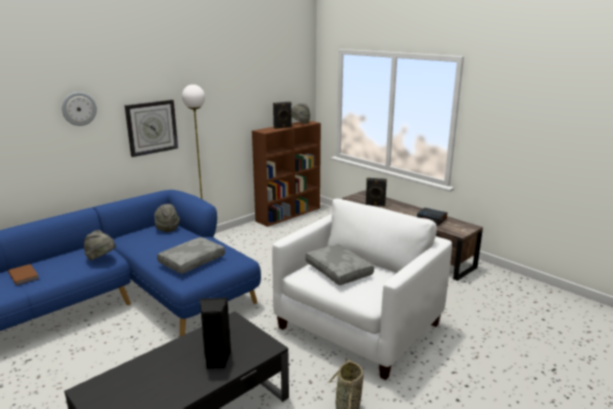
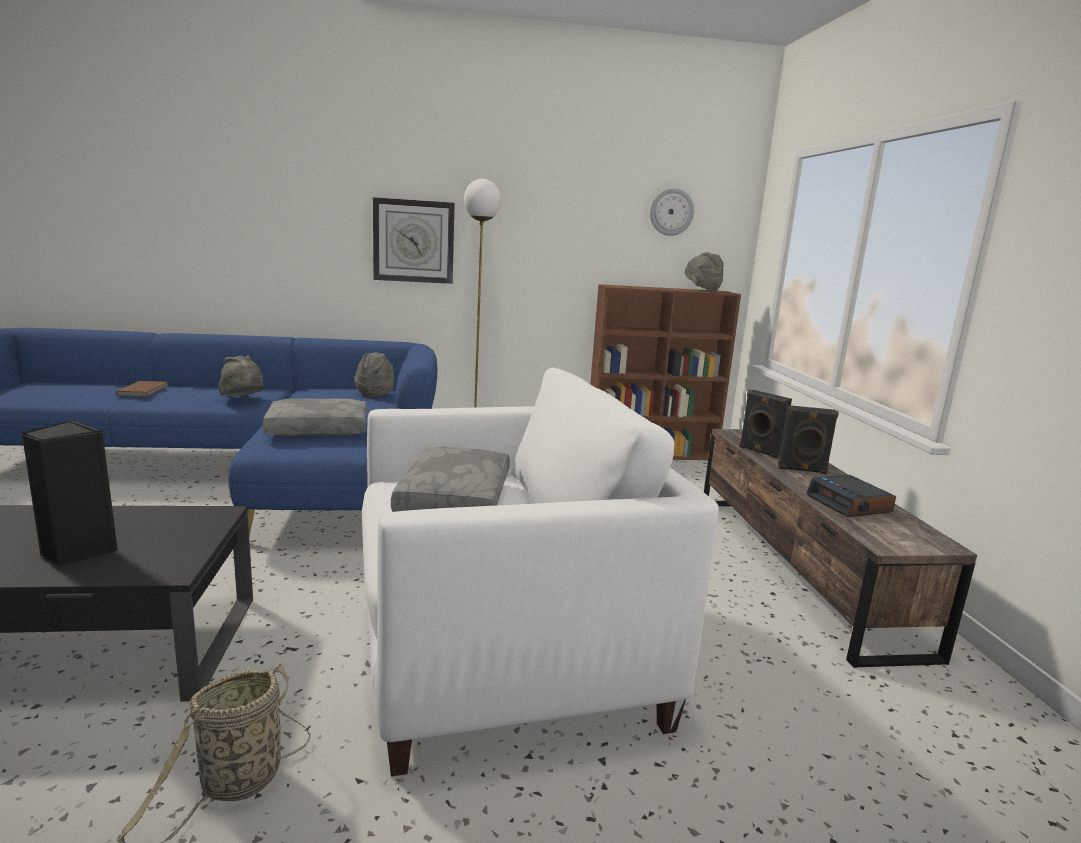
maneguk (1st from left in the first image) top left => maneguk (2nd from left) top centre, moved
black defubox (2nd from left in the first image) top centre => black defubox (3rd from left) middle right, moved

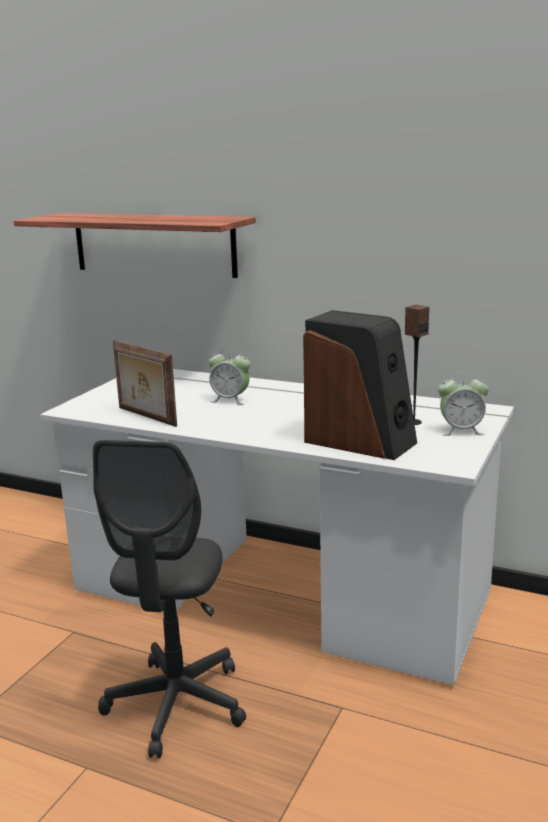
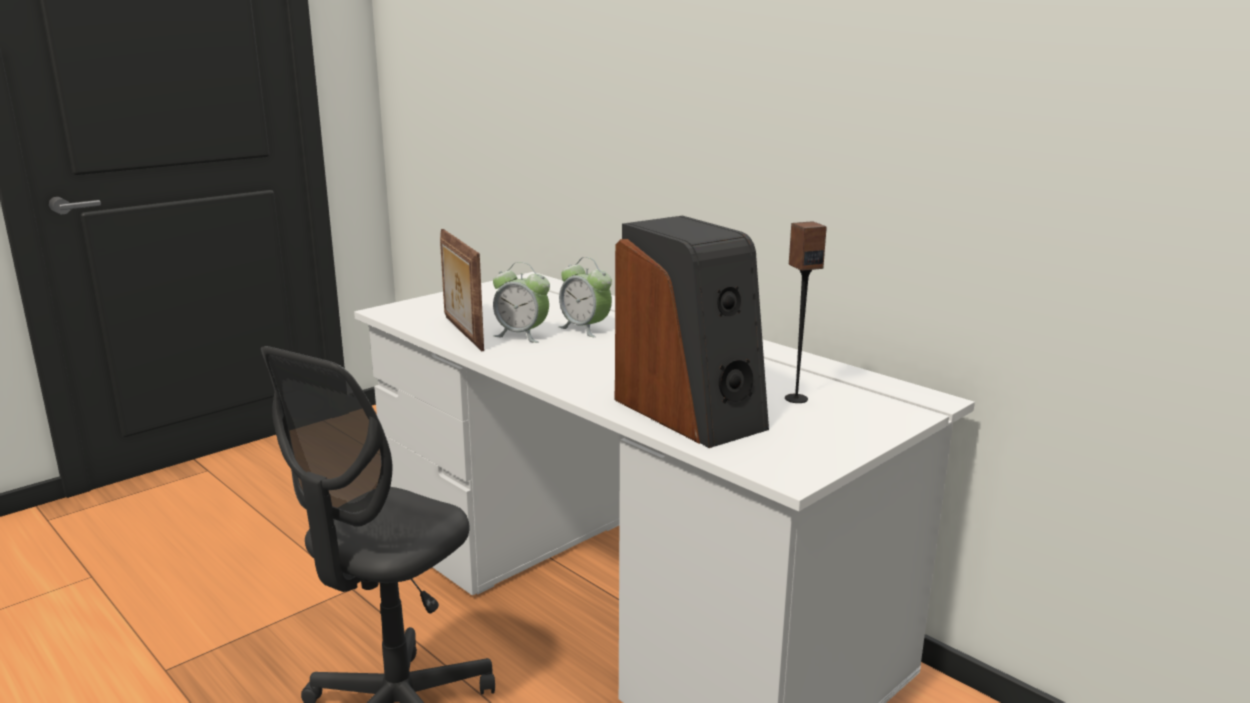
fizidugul (2nd from left in the first image) middle right => fizidugul (1st from left) centre, moved
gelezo top left => nothing

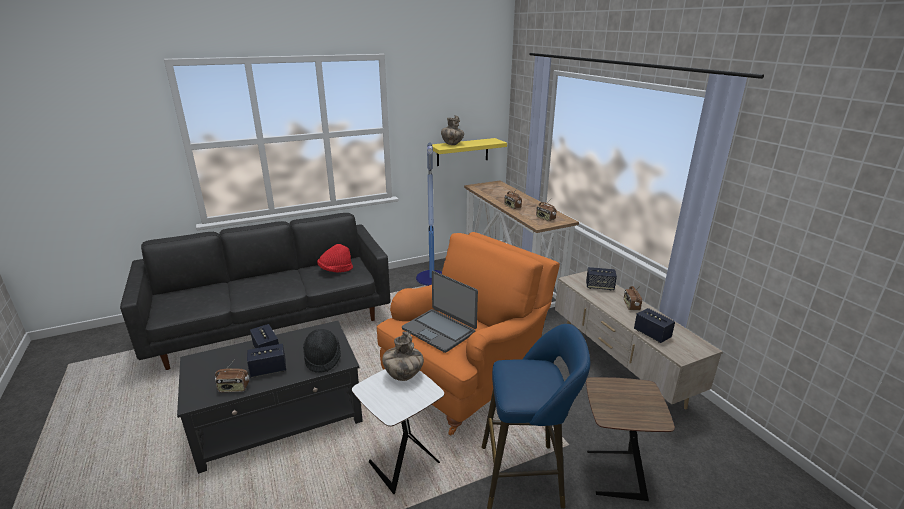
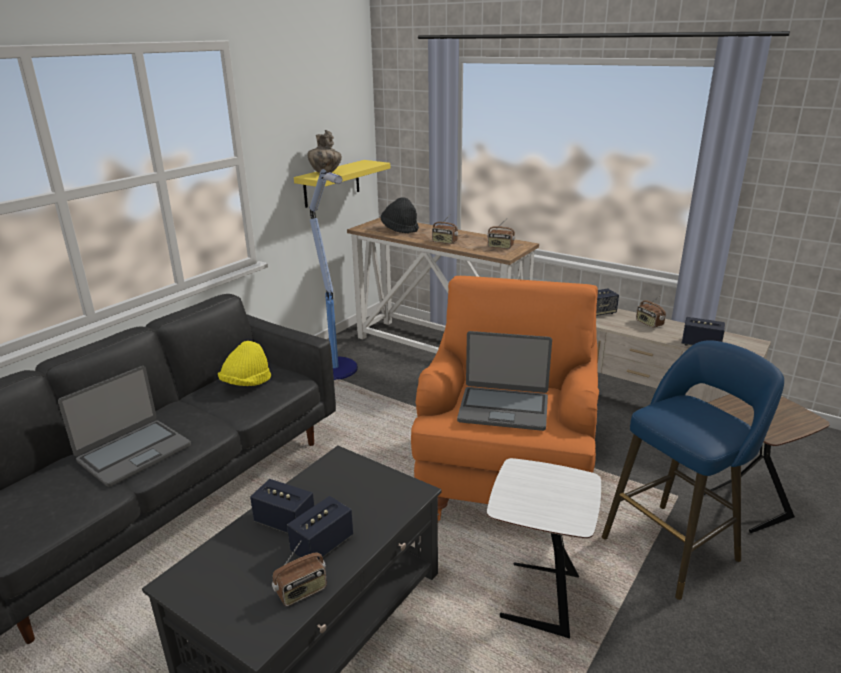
nothing => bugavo (1st from left) middle left
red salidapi centre => yellow salidapi middle left
black salidapi bottom centre => black salidapi top centre, moved
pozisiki (1st from left) bottom centre => nothing

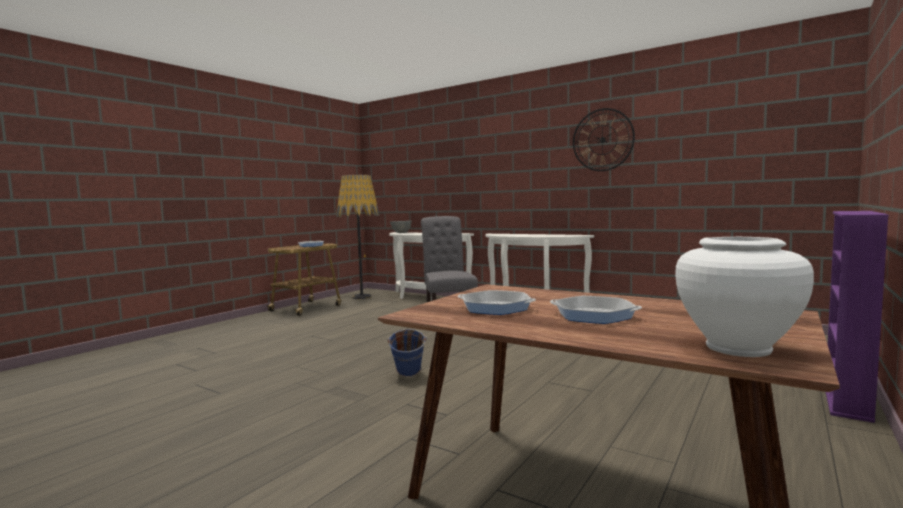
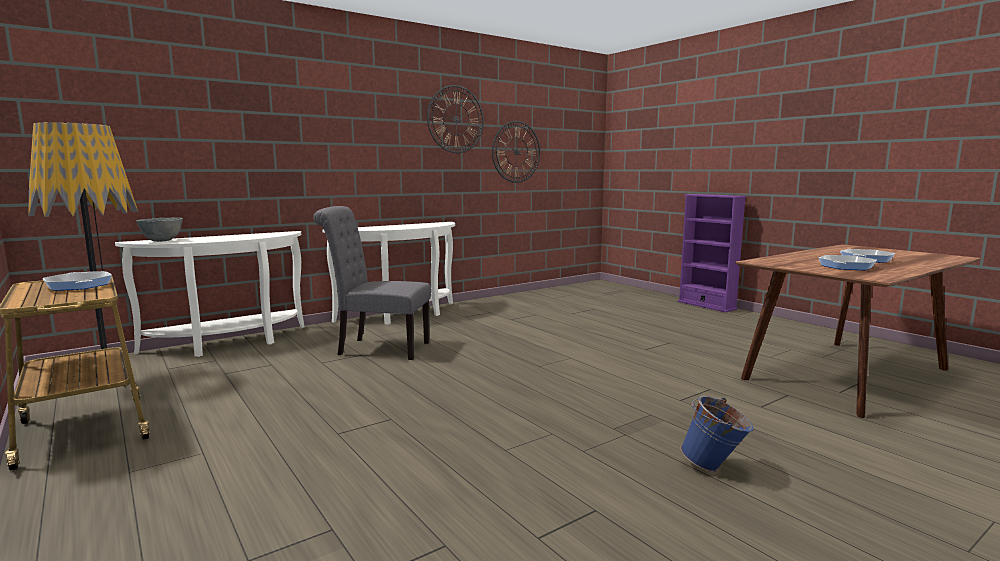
nothing => maneguk (2nd from left) top centre
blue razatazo bottom centre => blue razatazo bottom right, moved
white pozisiki middle right => nothing

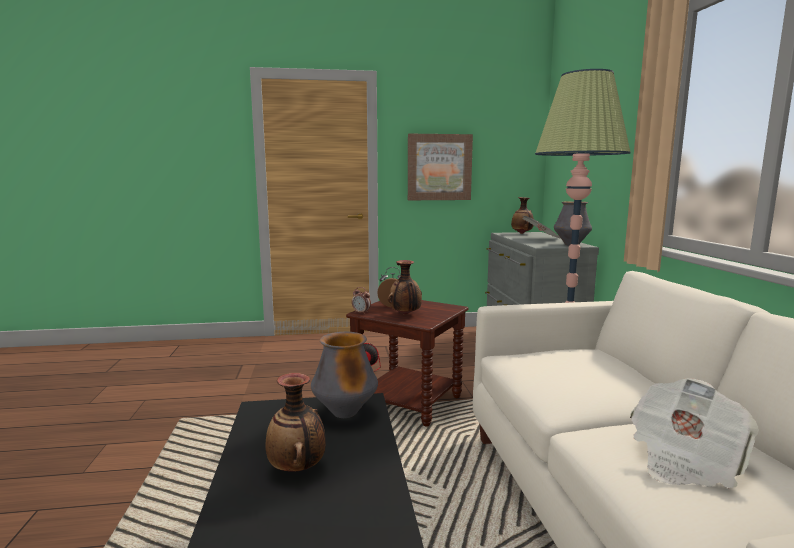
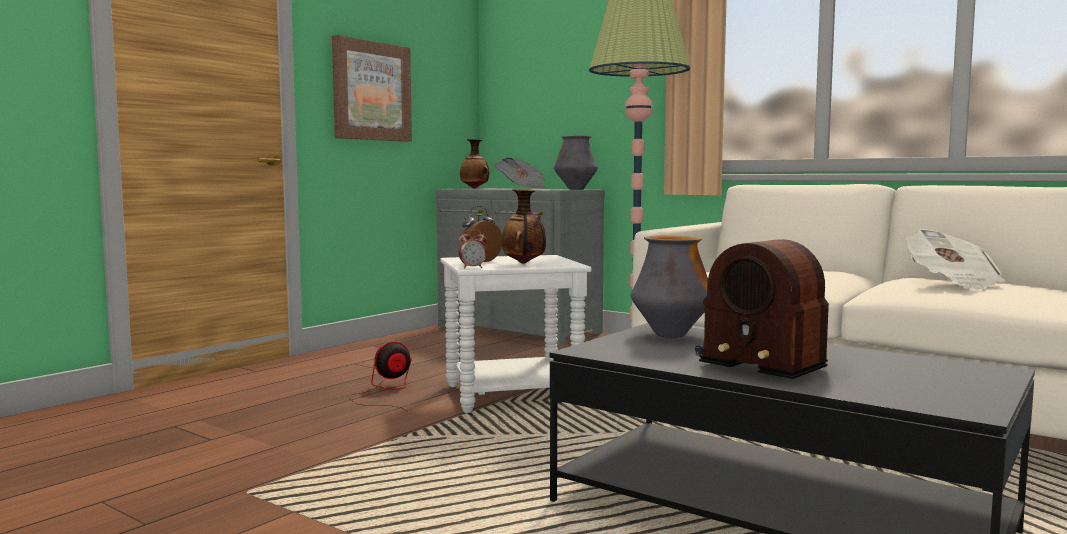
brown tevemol centre => white tevemol centre
pozisiki (1st from left) bottom centre => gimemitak middle right

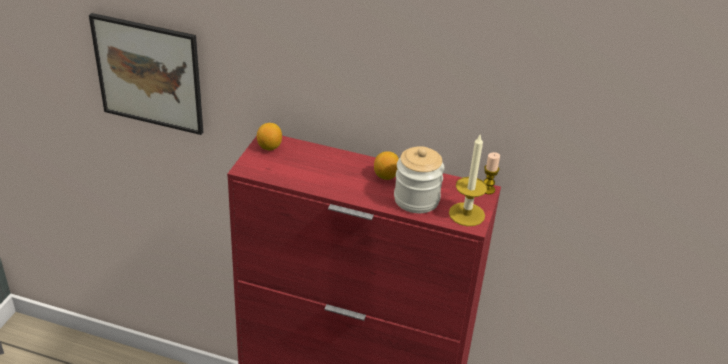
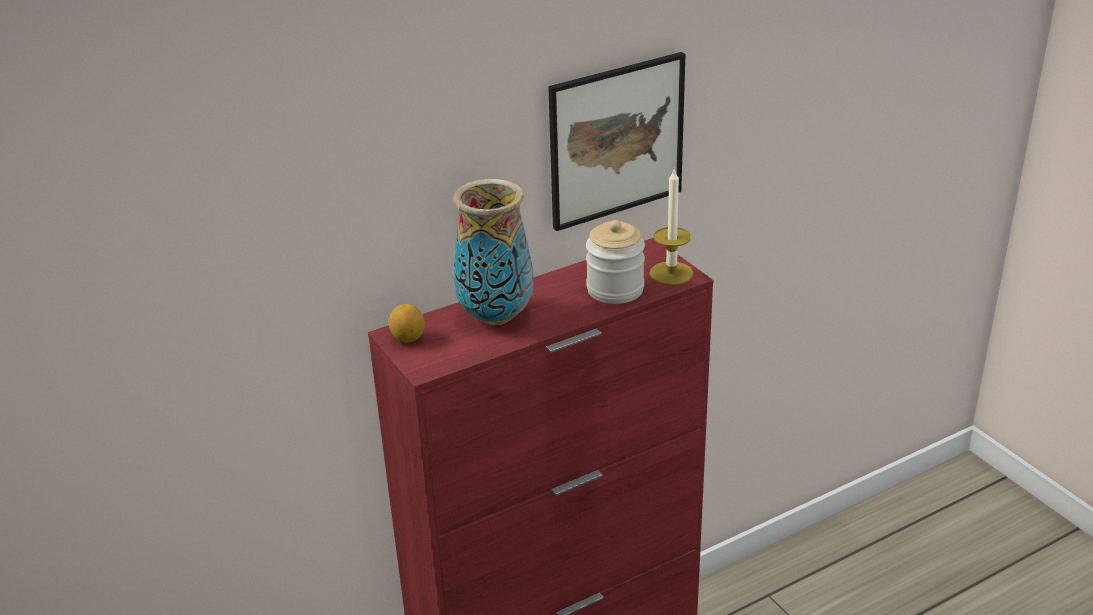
nothing => pozisiki centre
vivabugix top left => vivabugix top centre, moved
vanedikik (2nd from left) centre => nothing
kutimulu (2nd from left) middle right => nothing

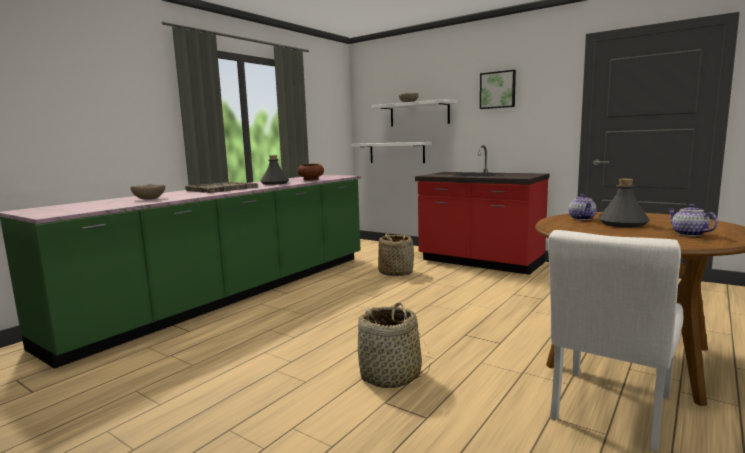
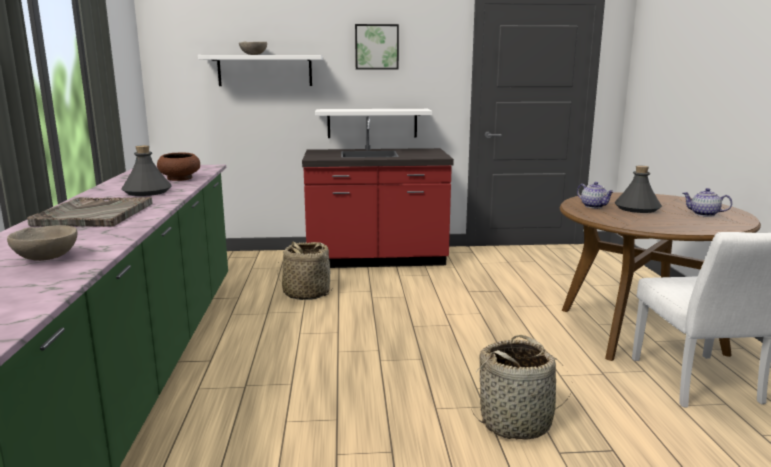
white gelezo (1st from left in the first image) centre => white gelezo (2nd from left) top centre, moved

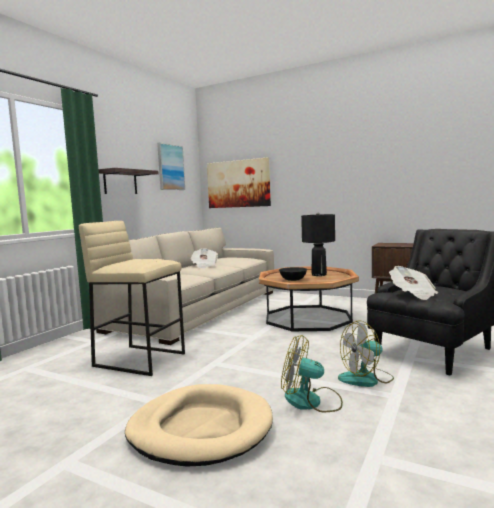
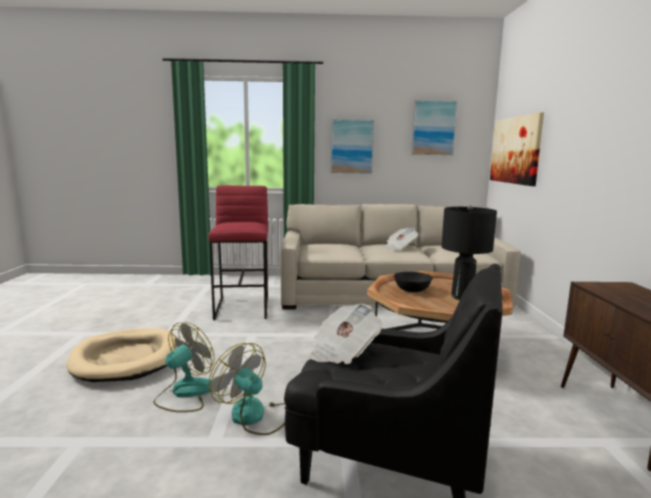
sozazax (1st from left) bottom centre => sozazax (1st from left) bottom left, 45 degrees clockwise
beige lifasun middle left => red lifasun centre
gelezo middle left => vivabugix (1st from left) top centre

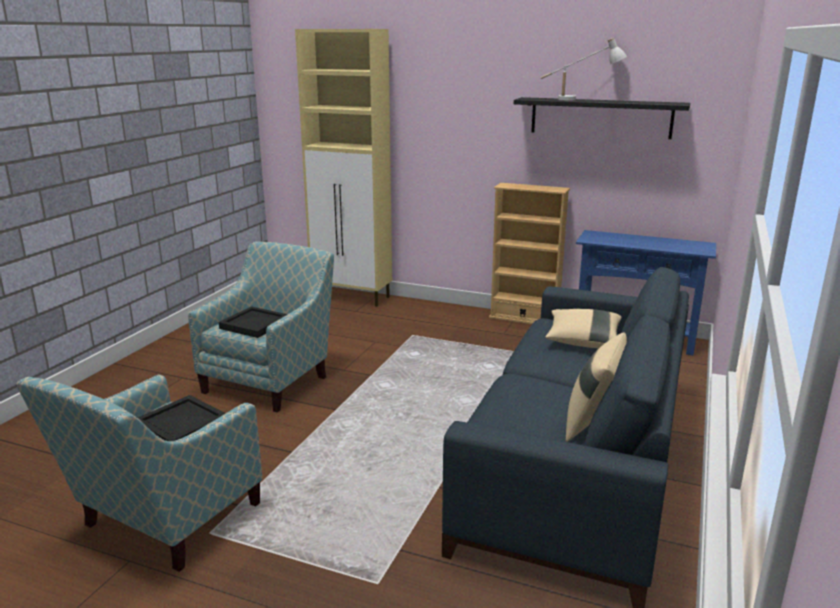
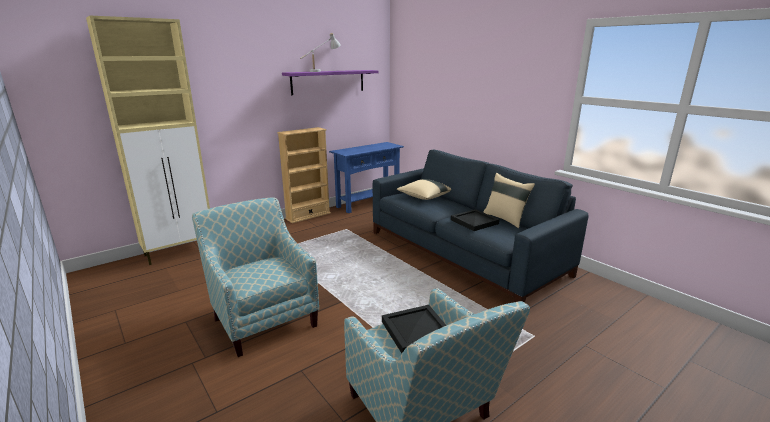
black gelezo top right => purple gelezo top centre
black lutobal (2nd from left) middle left => black lutobal (2nd from left) centre, moved

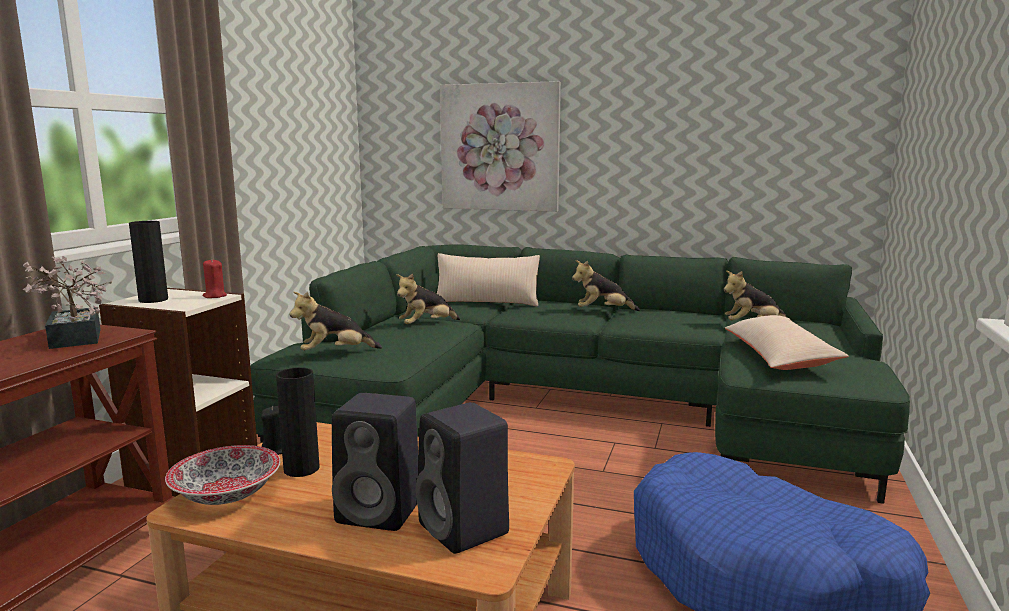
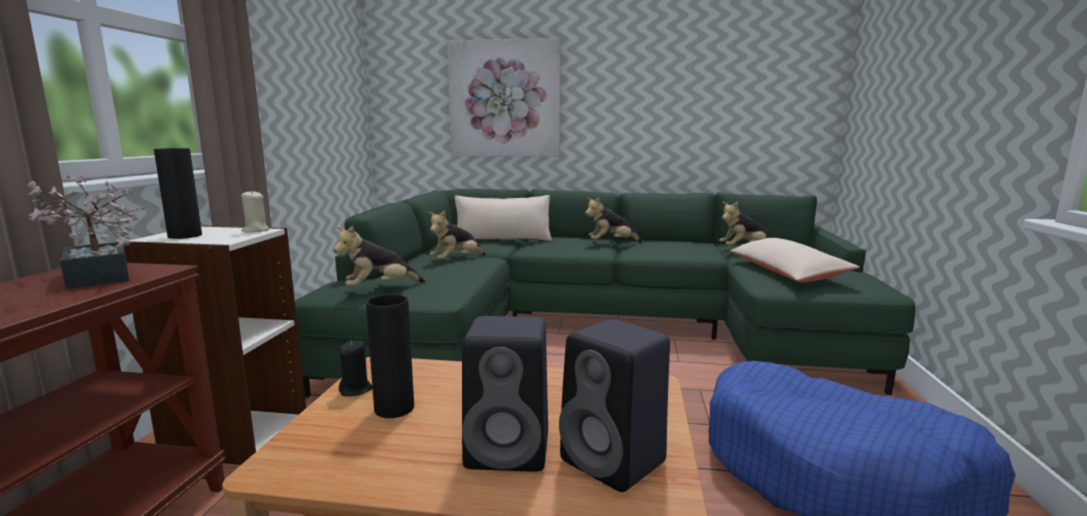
red kutimulu middle left => beige kutimulu middle left
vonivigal bottom left => nothing

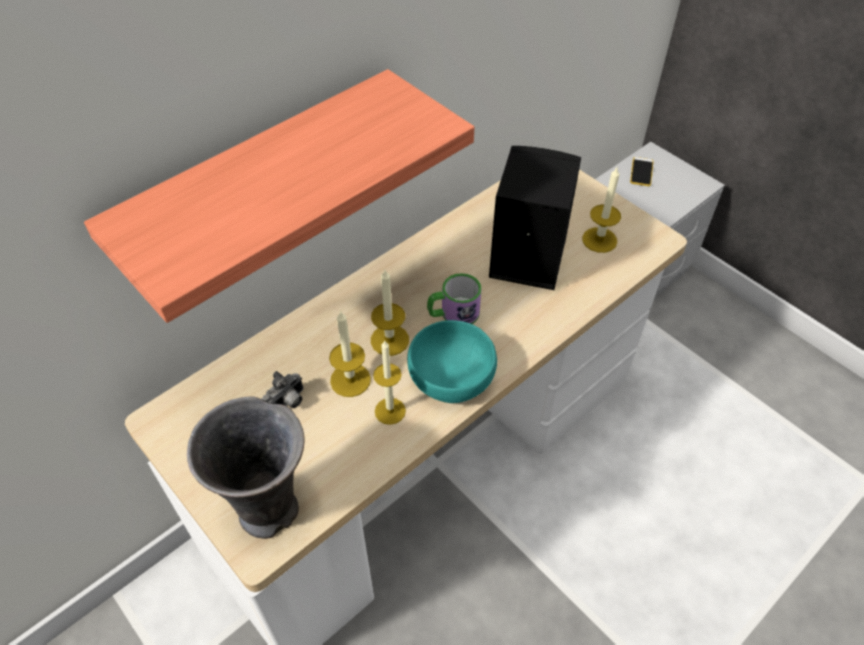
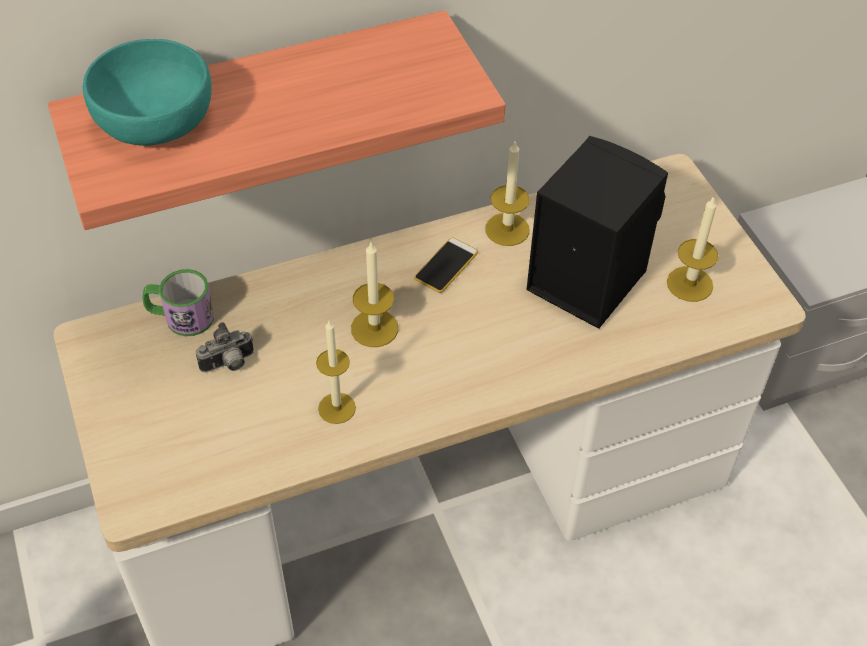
turquoise vonivigal centre => turquoise vonivigal top left, moved
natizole centre => natizole middle left, moved
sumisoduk top right => sumisoduk centre, moved
kutimulu (1st from left in the first image) centre => kutimulu (3rd from left) top centre, moved
grey pozisiki bottom left => nothing

